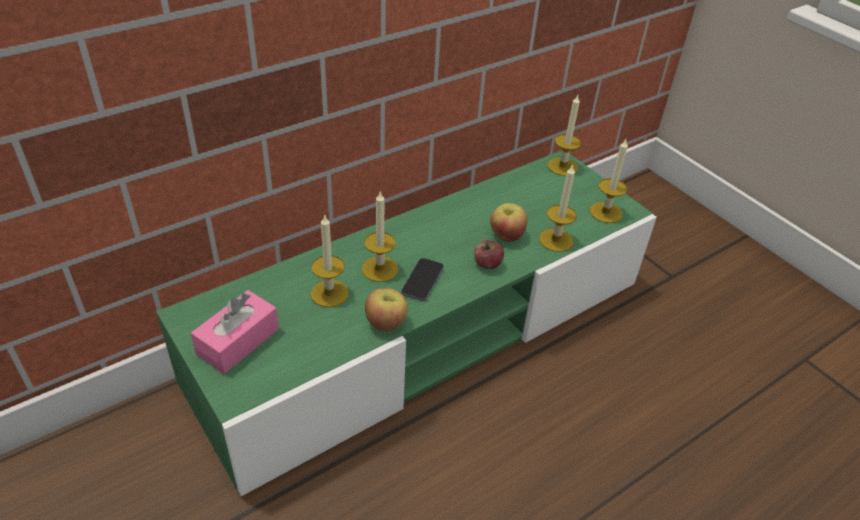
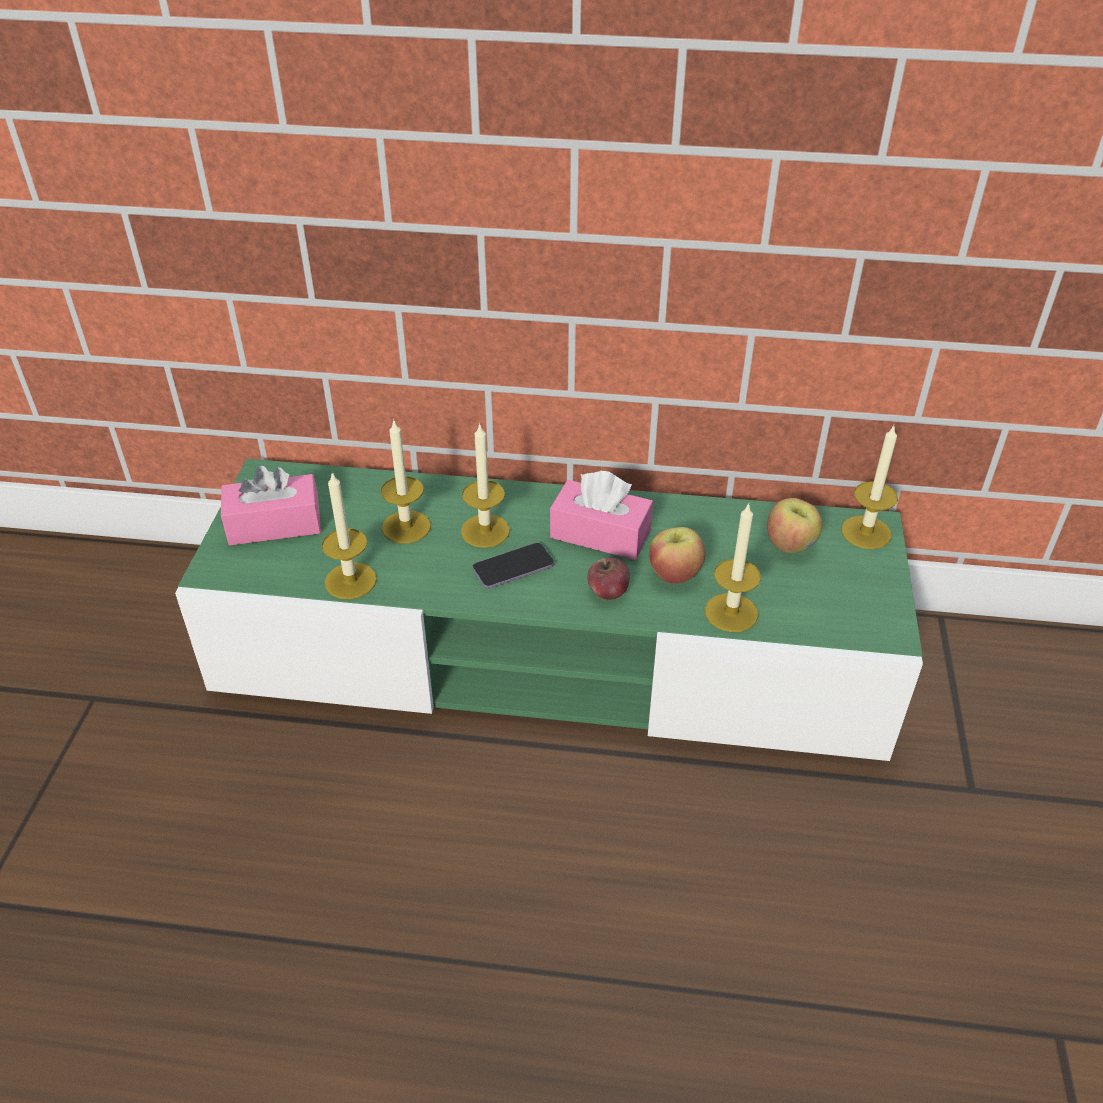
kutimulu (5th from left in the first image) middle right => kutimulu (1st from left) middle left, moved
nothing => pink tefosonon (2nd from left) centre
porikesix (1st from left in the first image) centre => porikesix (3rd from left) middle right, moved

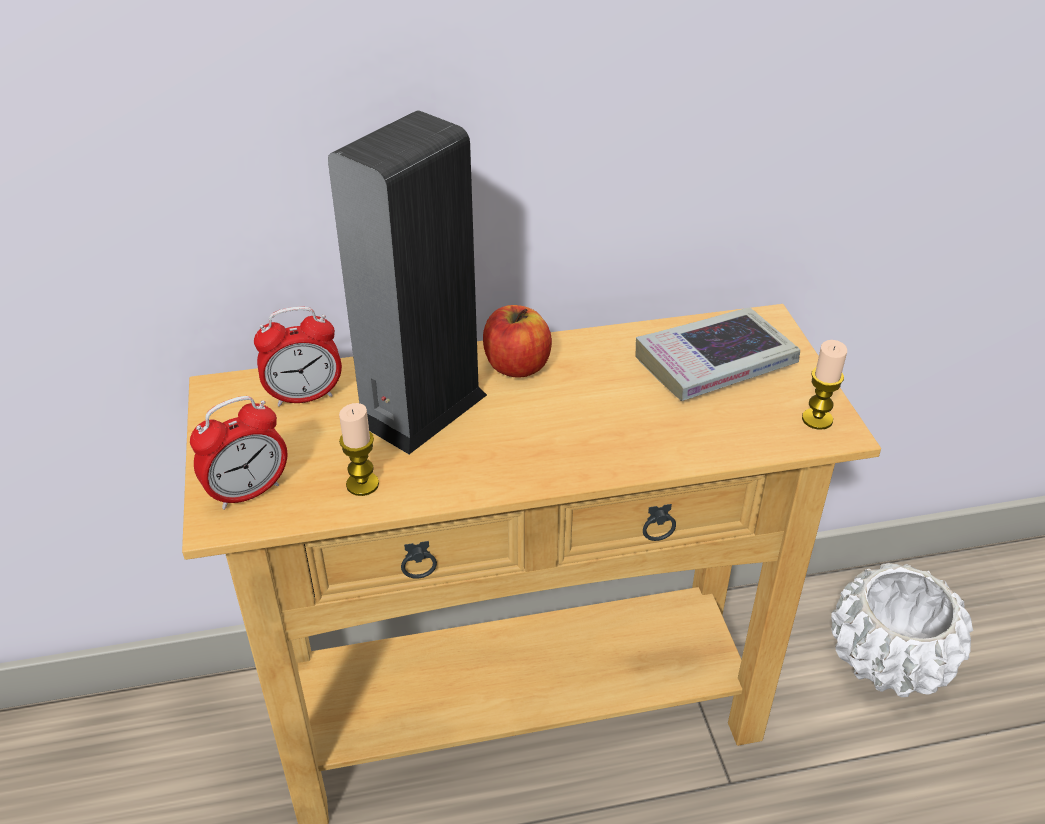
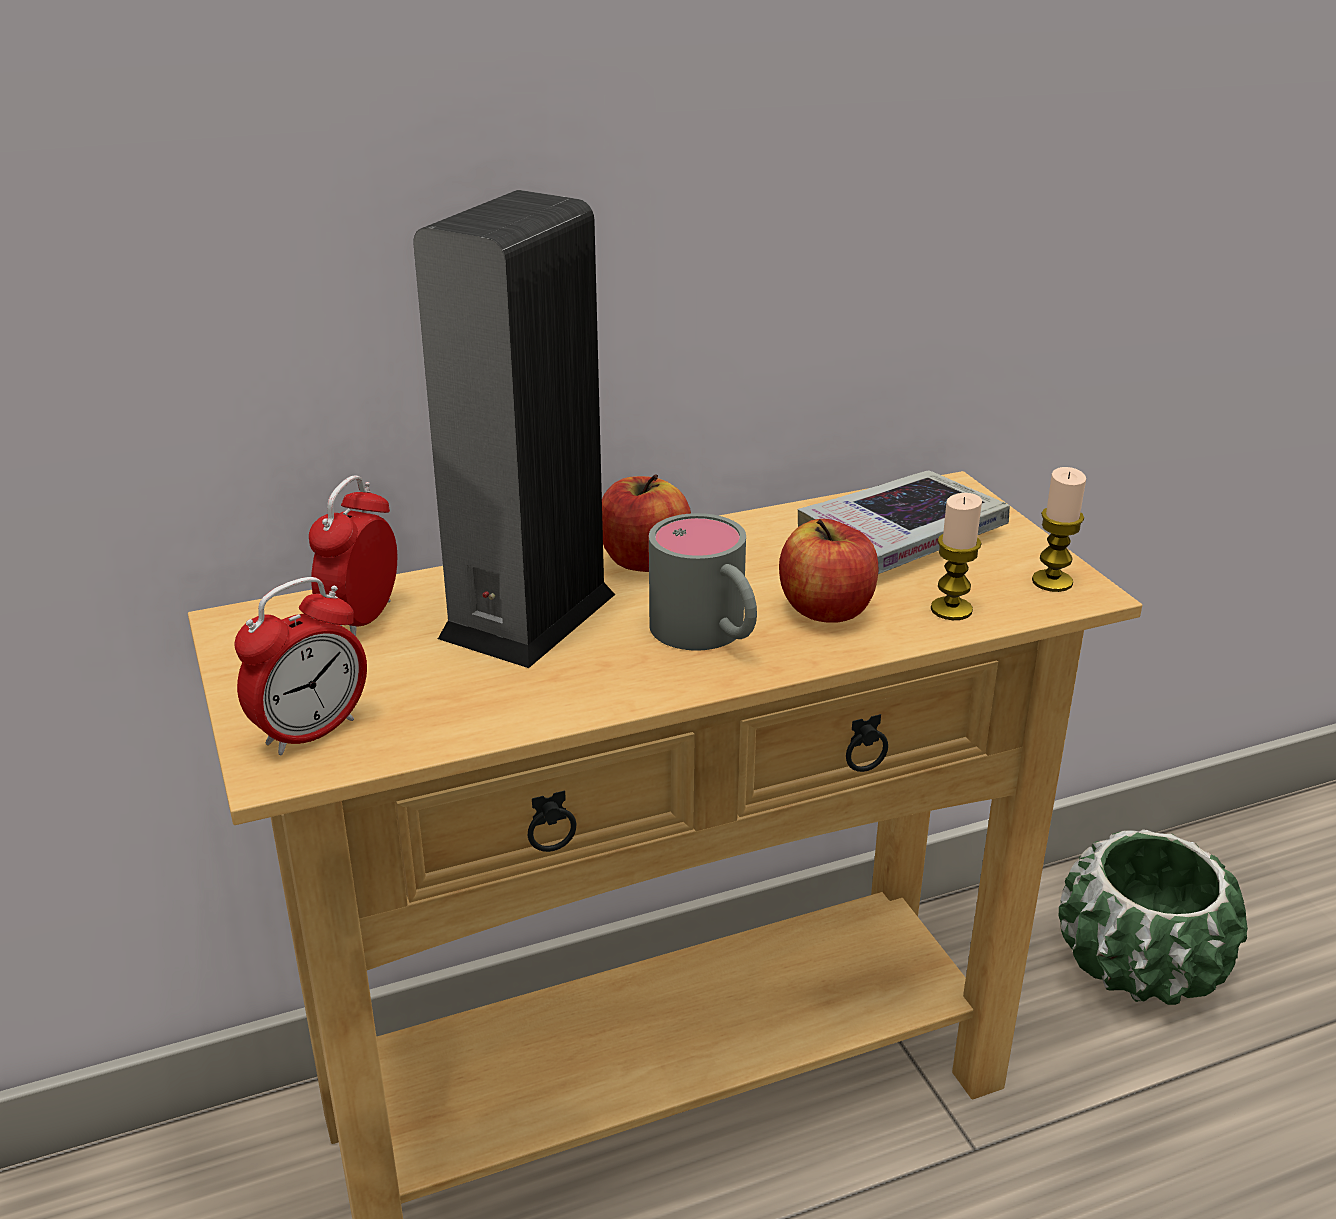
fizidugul (2nd from left) middle left, 135 degrees clockwise
nothing => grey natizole centre
nothing => porikesix (2nd from left) centre
kutimulu (1st from left) centre => kutimulu (1st from left) middle right, moved
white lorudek bottom right => green lorudek bottom right

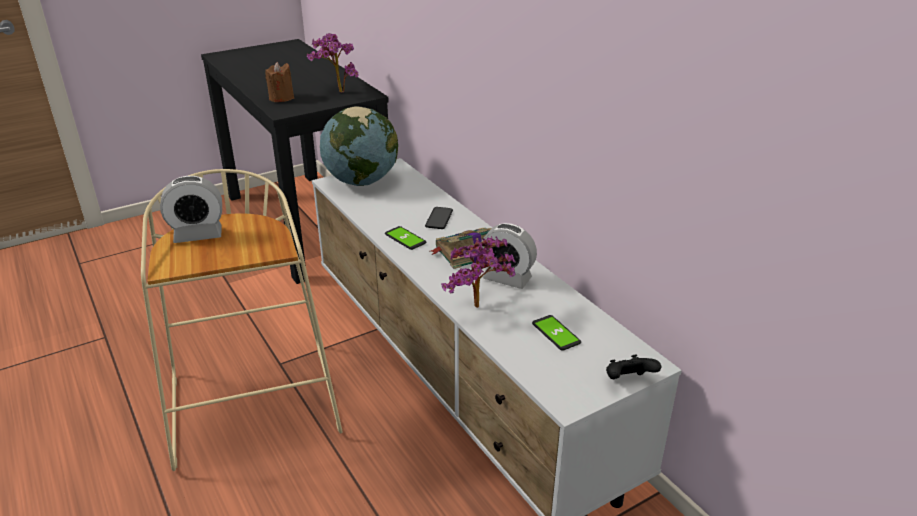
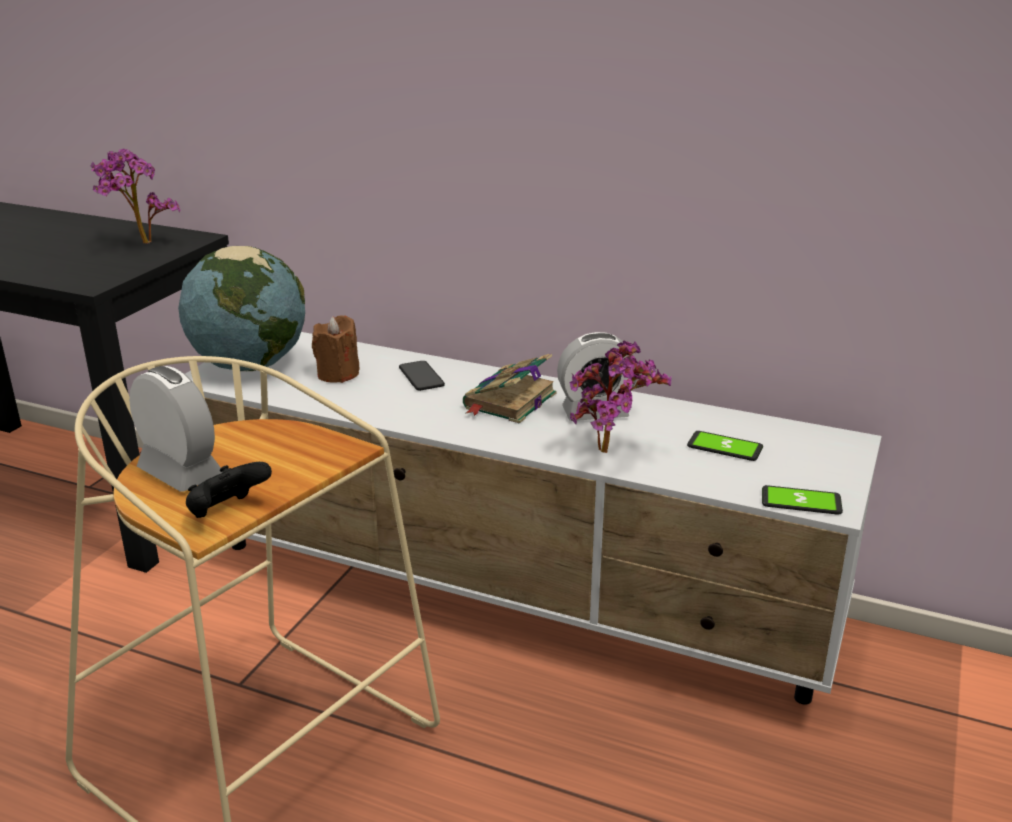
fizidugul (1st from left) middle left, 90 degrees counterclockwise
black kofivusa bottom right => black kofivusa middle left, moved
brown kutimulu top left => brown kutimulu middle left, moved
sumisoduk (1st from left in the first image) centre => sumisoduk (3rd from left) middle right, moved

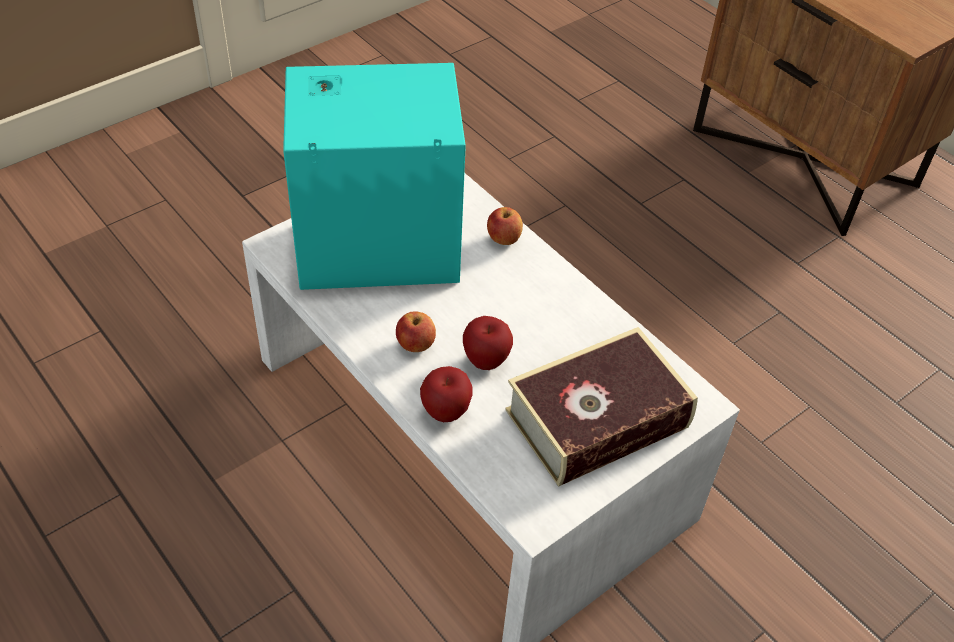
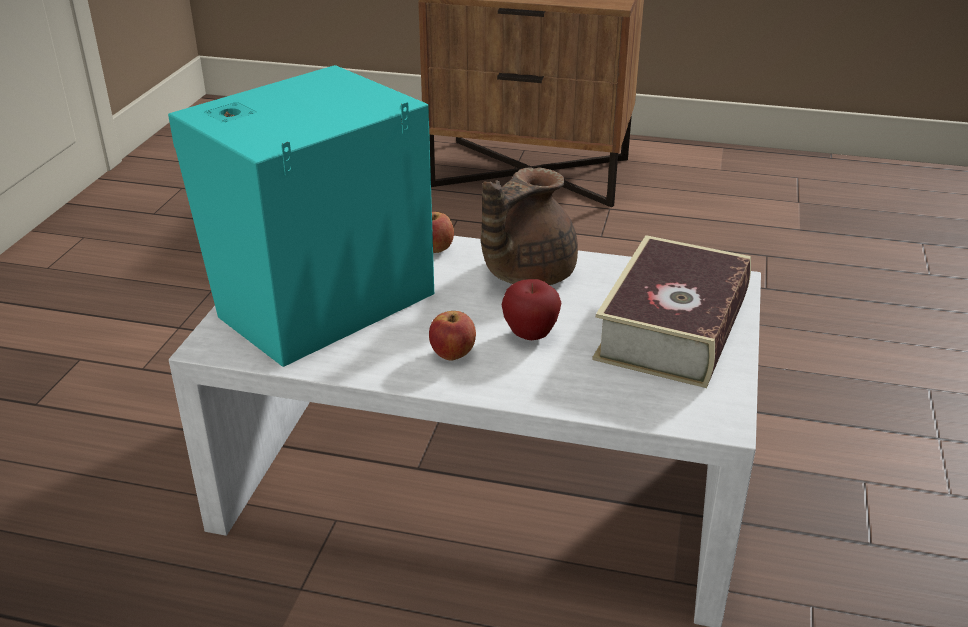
nothing => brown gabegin centre
porikesix (2nd from left) centre => nothing

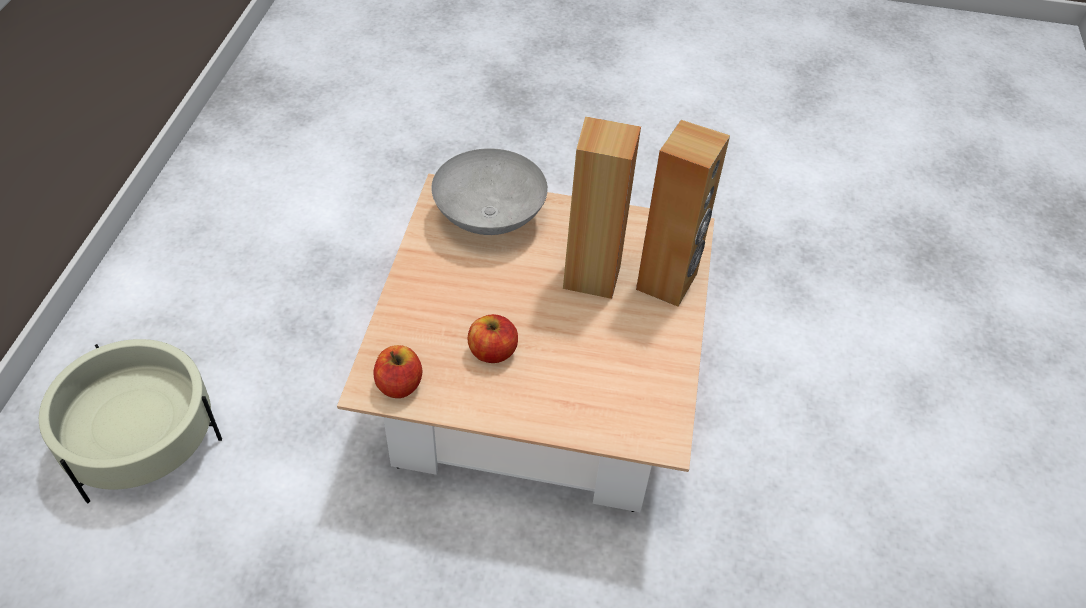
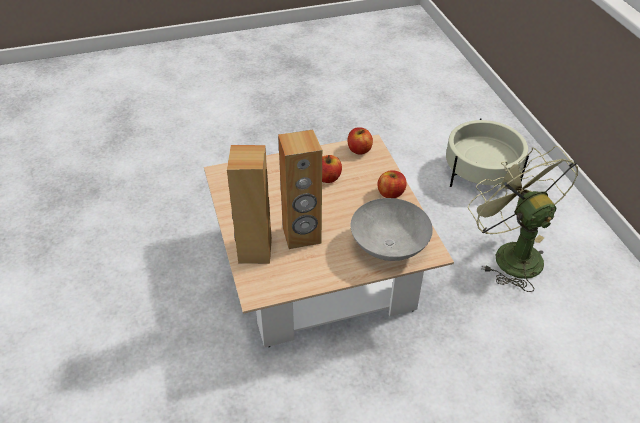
nothing => porikesix (3rd from left) centre
nothing => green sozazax middle right

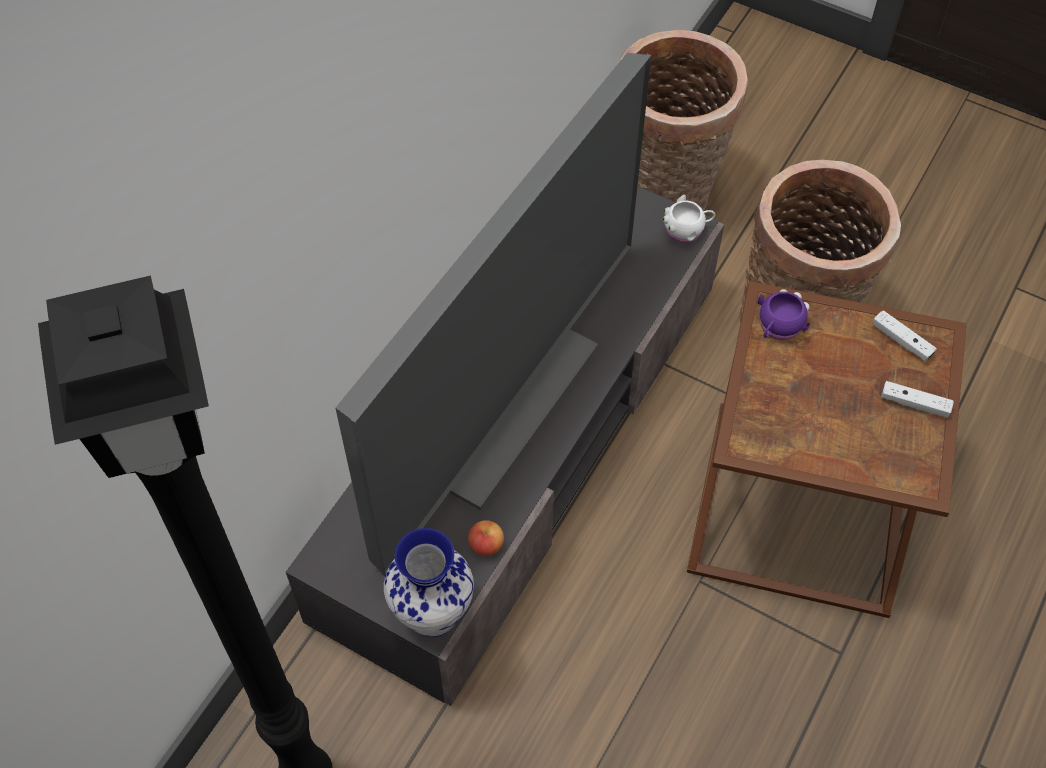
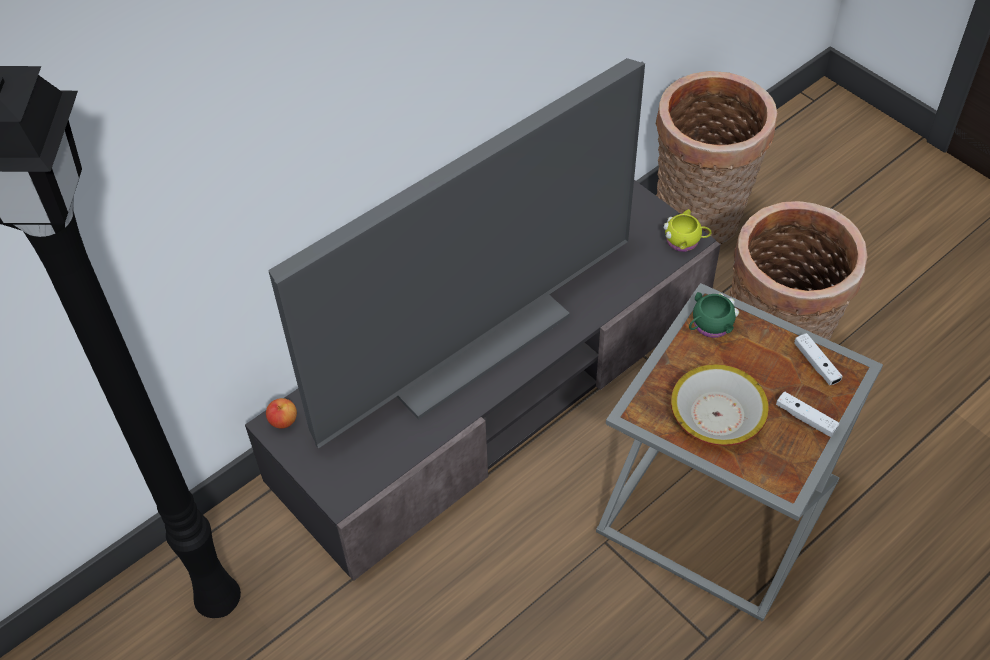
porikesix bottom centre => porikesix middle left, moved
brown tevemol middle right => grey tevemol bottom right
white natizole top centre => yellow natizole middle right
nothing => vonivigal middle right
purple natizole middle right => green natizole middle right
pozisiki bottom centre => nothing

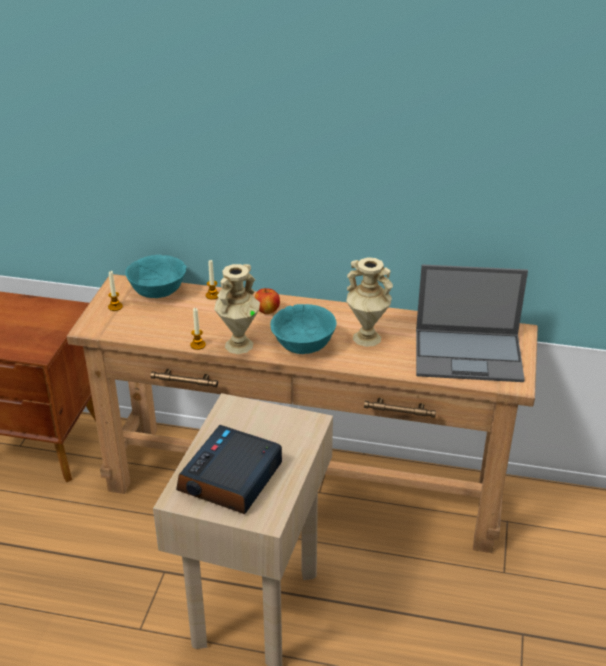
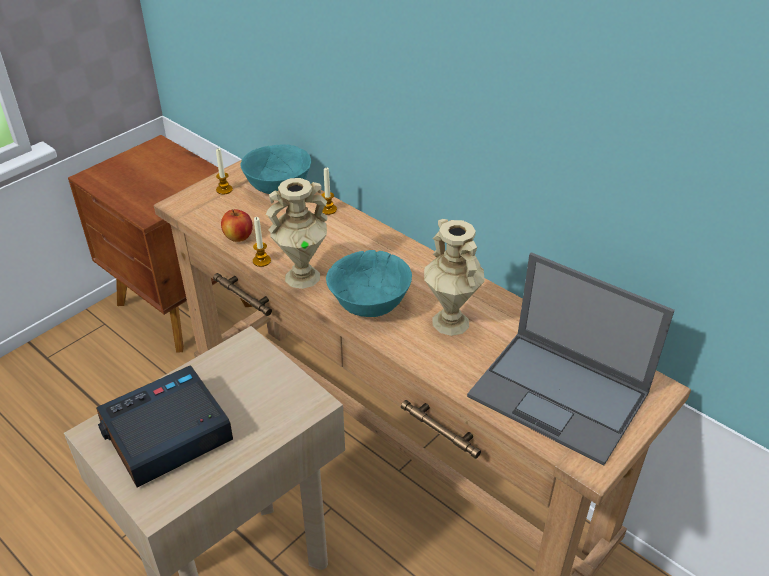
porikesix centre => porikesix middle left, moved

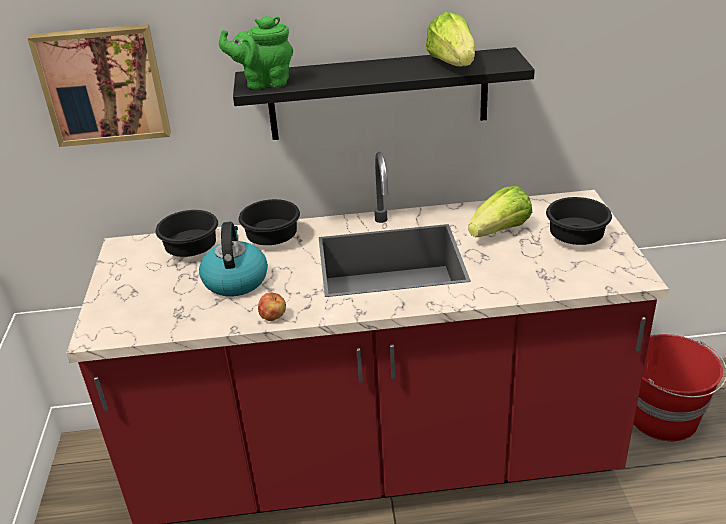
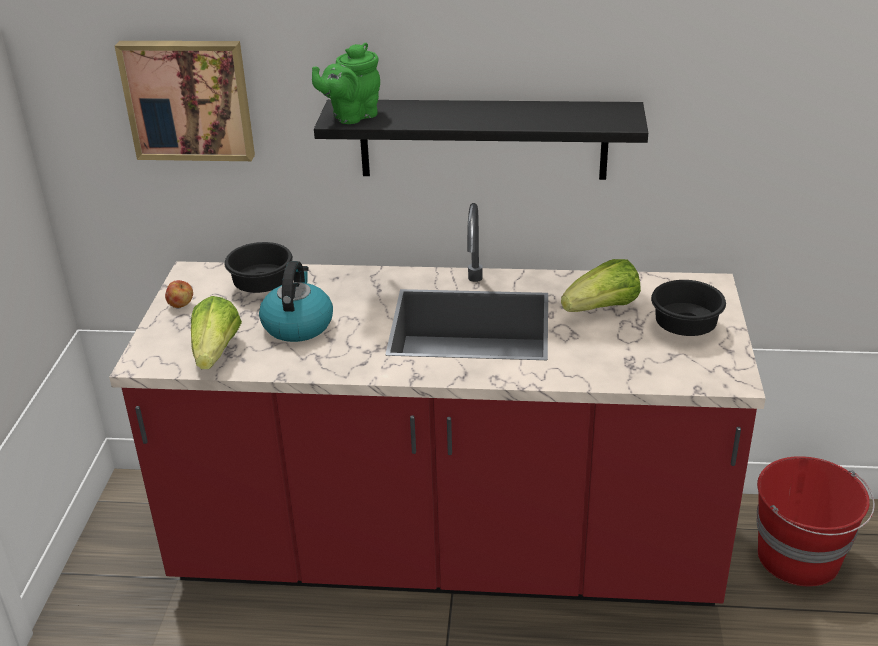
porikesix centre => porikesix middle left, moved
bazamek (1st from left) top centre => bazamek (1st from left) middle left, moved
green gabegin top centre, 45 degrees counterclockwise
black vonivigal (2nd from left) centre => nothing

